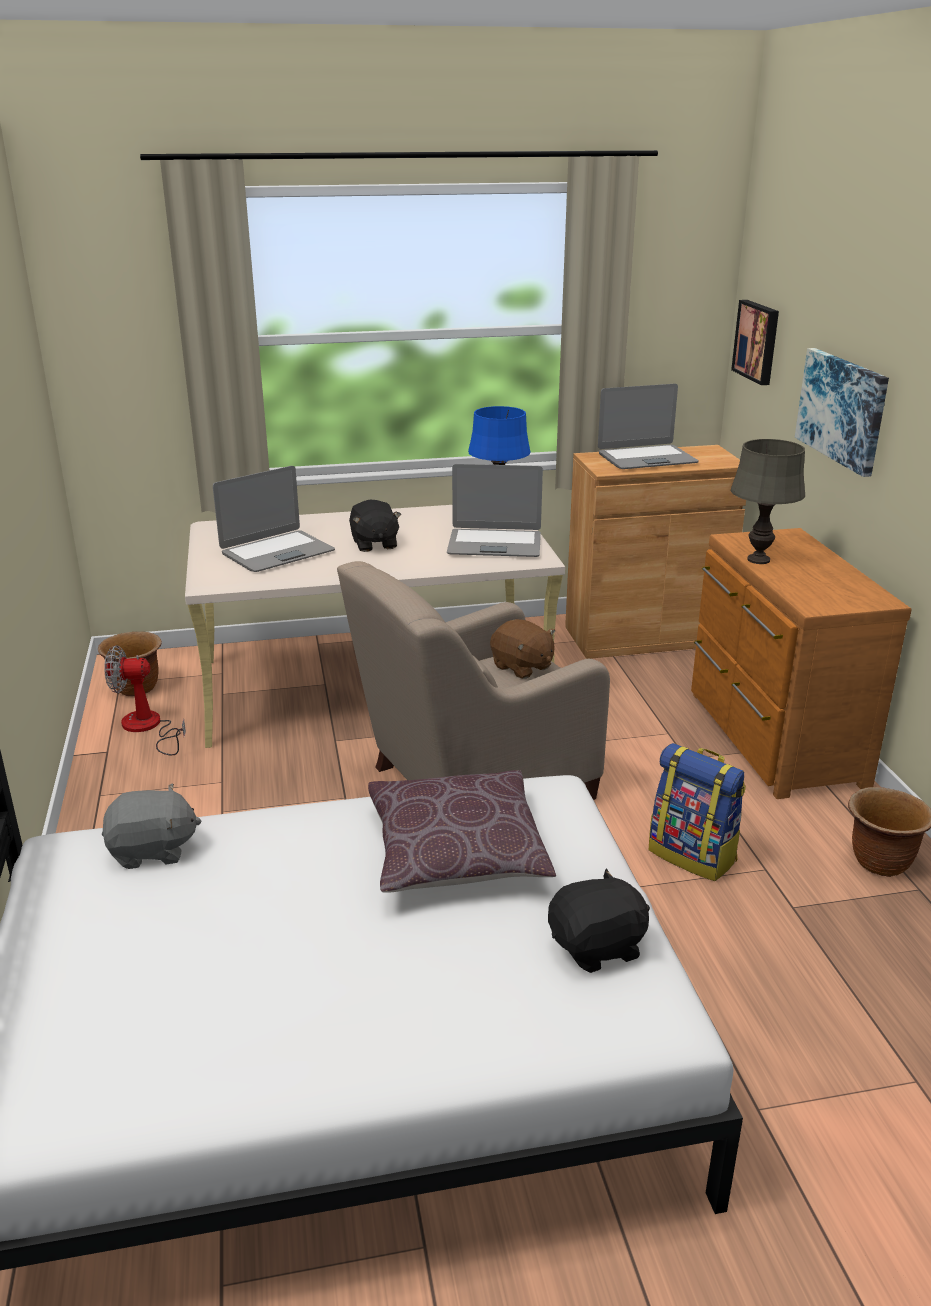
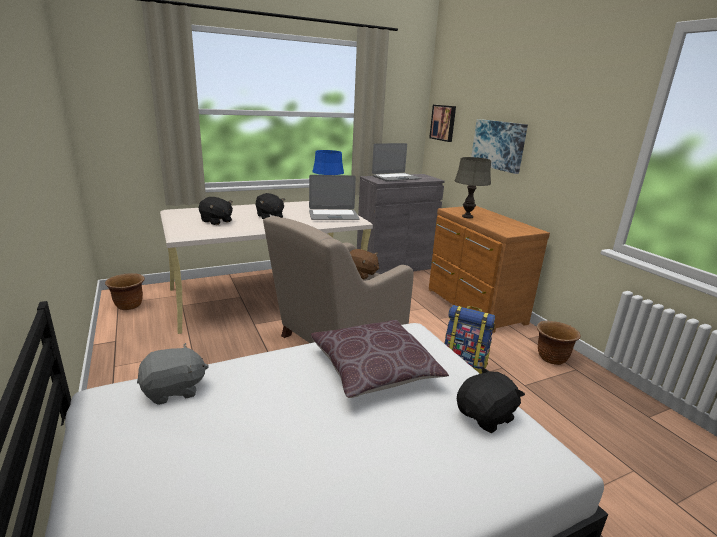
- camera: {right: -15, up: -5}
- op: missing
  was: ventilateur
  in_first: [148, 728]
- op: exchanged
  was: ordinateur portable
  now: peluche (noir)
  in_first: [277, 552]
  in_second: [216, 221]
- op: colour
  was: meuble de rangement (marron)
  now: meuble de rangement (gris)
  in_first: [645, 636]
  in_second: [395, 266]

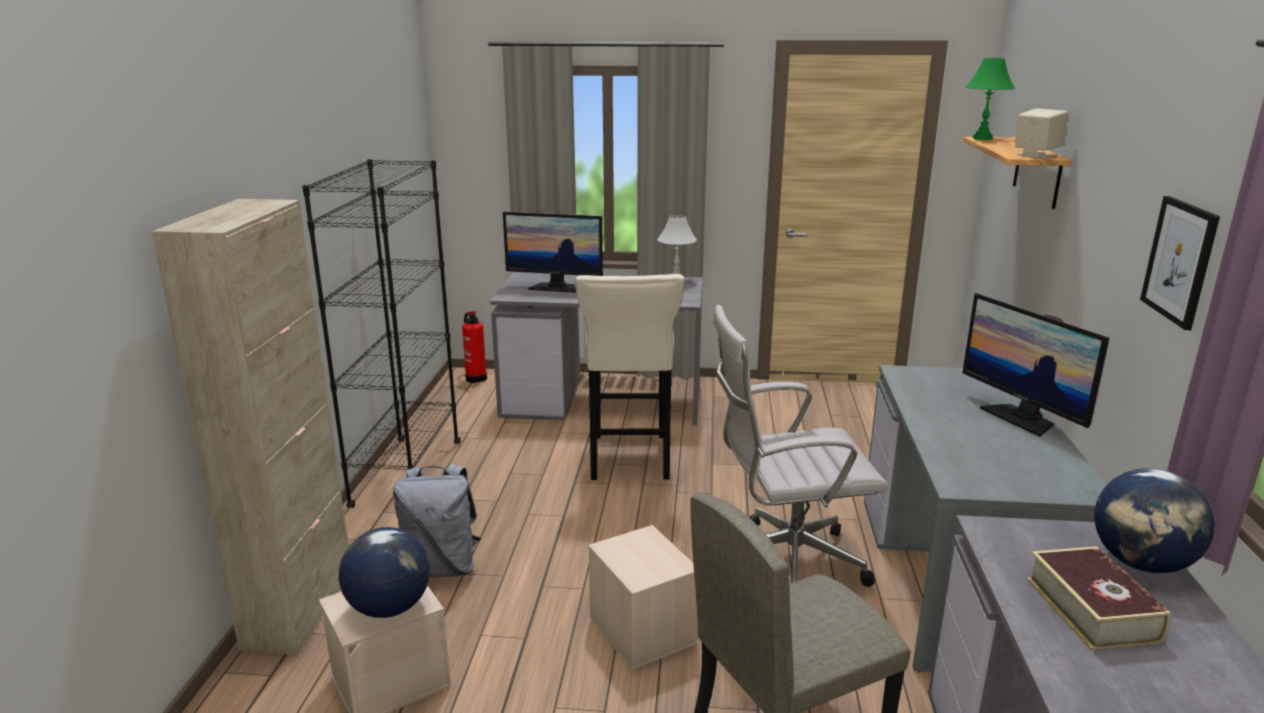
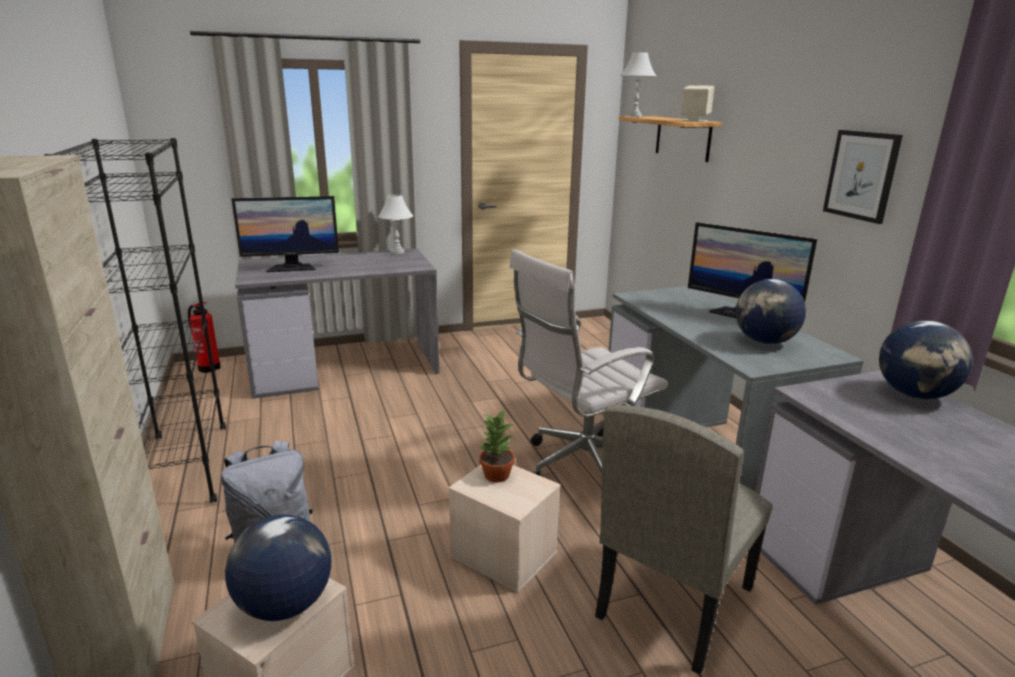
- camera: {right: -25, up: 0}
- op: missing
  was: tabouret (beige)
  in_first: [629, 460]
- op: missing
  was: livre
  in_first: [1091, 609]
- op: appeared
  now: plante en pot
  in_second: [496, 475]
- op: appeared
  now: globe
  in_second: [764, 342]
- op: colour
  was: lampe de table (vert)
  now: lampe de table (blanc)
  in_first: [982, 138]
  in_second: [634, 116]

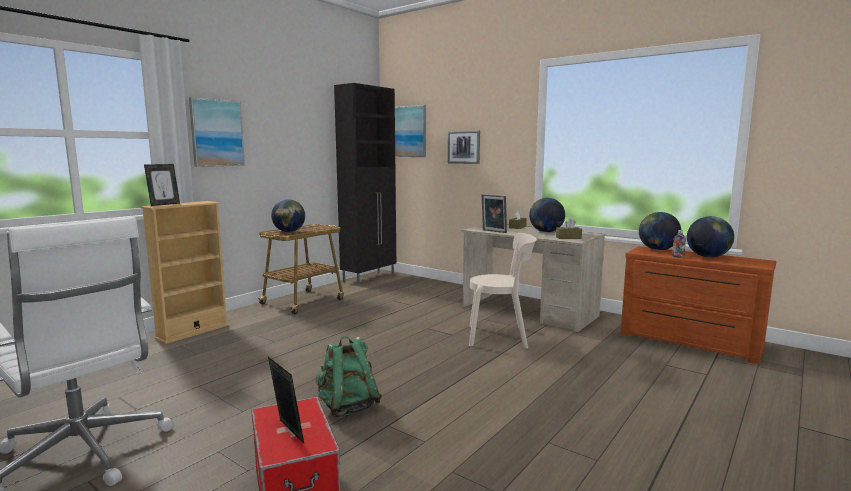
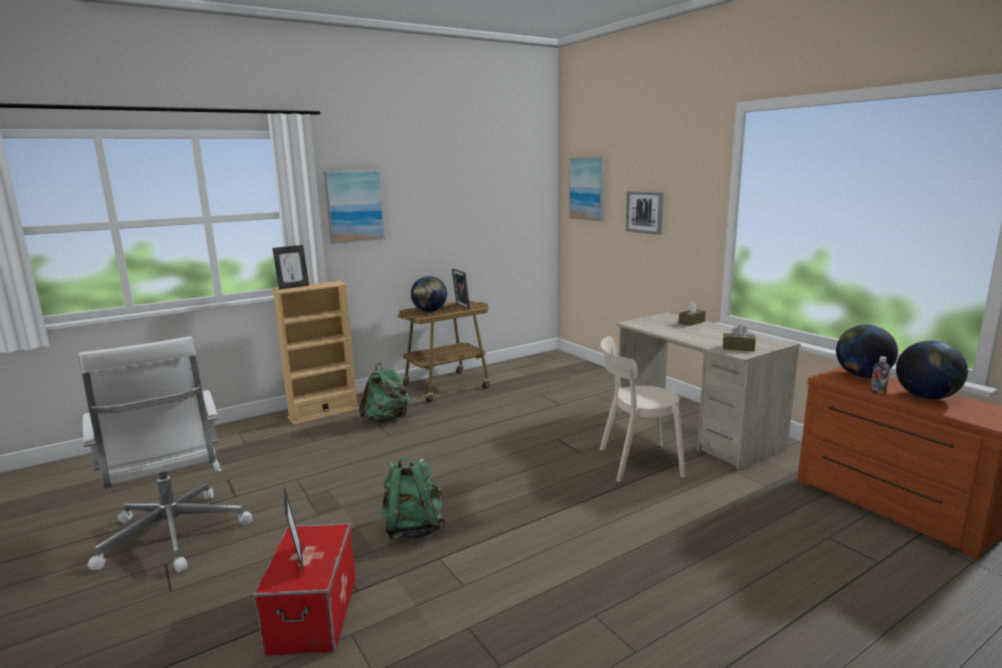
- camera: {right: 20, up: 5}
- op: missing
  was: meuble de rangement (noir)
  in_first: [370, 278]
- op: missing
  was: globe
  in_first: [546, 232]
- op: appeared
  now: sac à dos (vert)
  in_second: [386, 419]
- op: relocated
  was: cadre photo
  in_first: [493, 231]
  in_second: [461, 307]
- op: spun
  was: chaise (beige)
  in_first: [501, 336]
  in_second: [635, 462]
  clockwise: 150

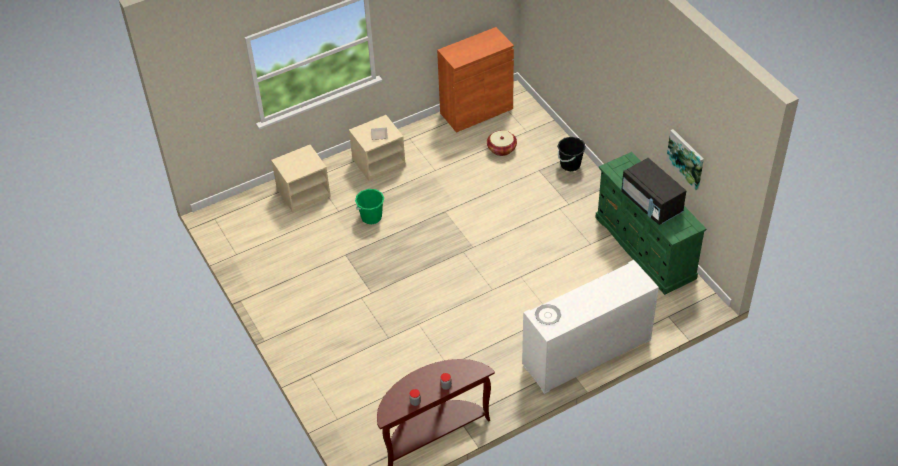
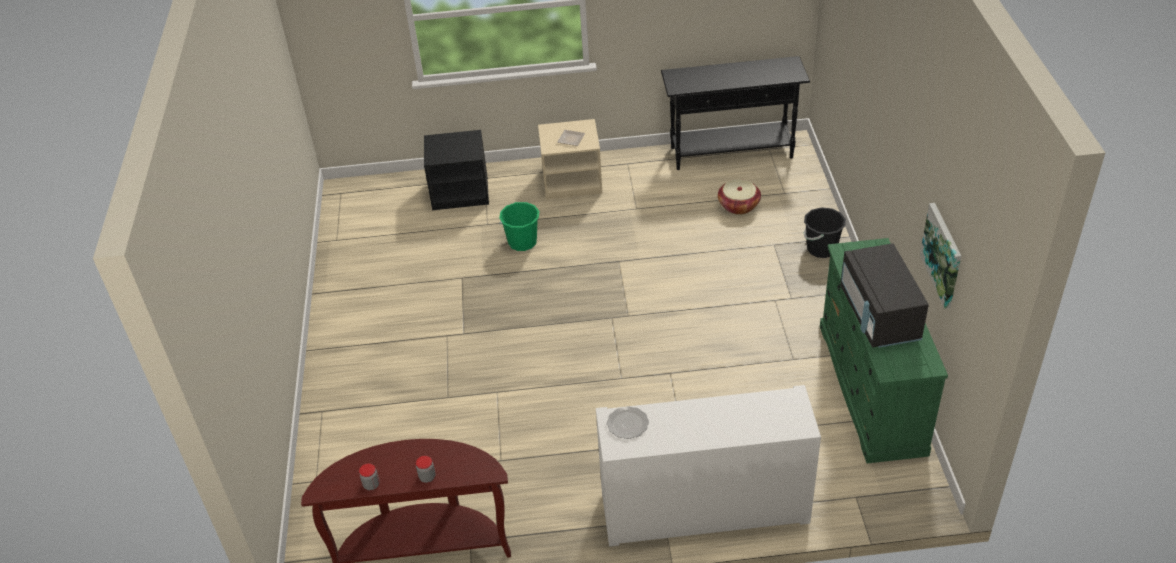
- camera: {right: 25, up: -5}
- op: exchanged
  was: meuble de rangement (orange)
  now: table console (noir)
  in_first: [476, 111]
  in_second: [732, 153]
- op: colour
  was: table de chevet (beige)
  now: table de chevet (noir)
  in_first: [303, 192]
  in_second: [460, 192]

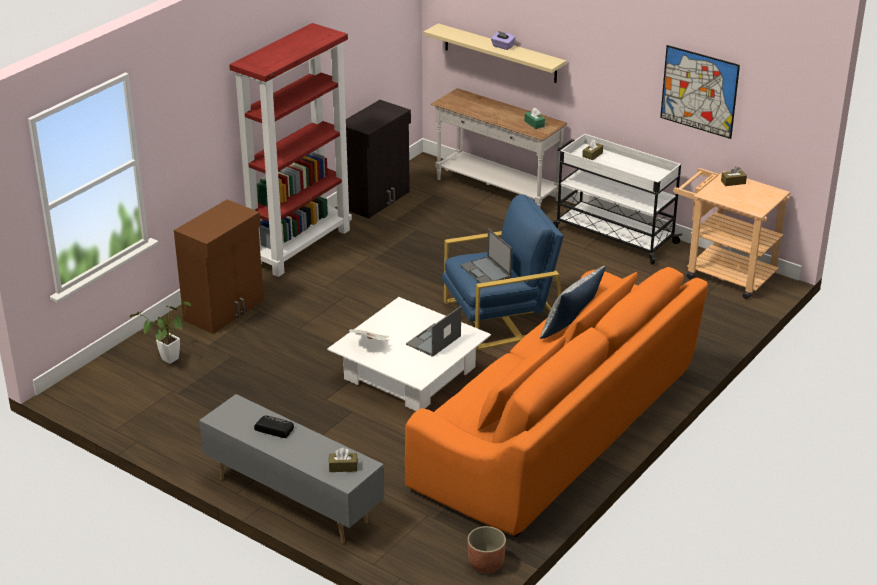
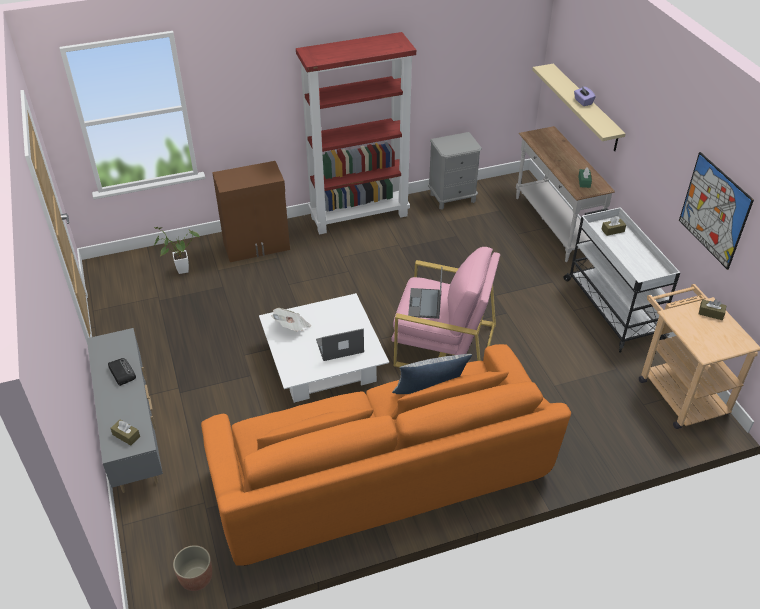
- camera: {right: 35, up: 10}
- op: exchanged
  was: meuble de rangement (noir)
  now: table de chevet (gris)
  in_first: [376, 200]
  in_second: [453, 198]
- op: colour
  was: fauteuil (bleu)
  now: fauteuil (rose)
  in_first: [502, 316]
  in_second: [444, 344]

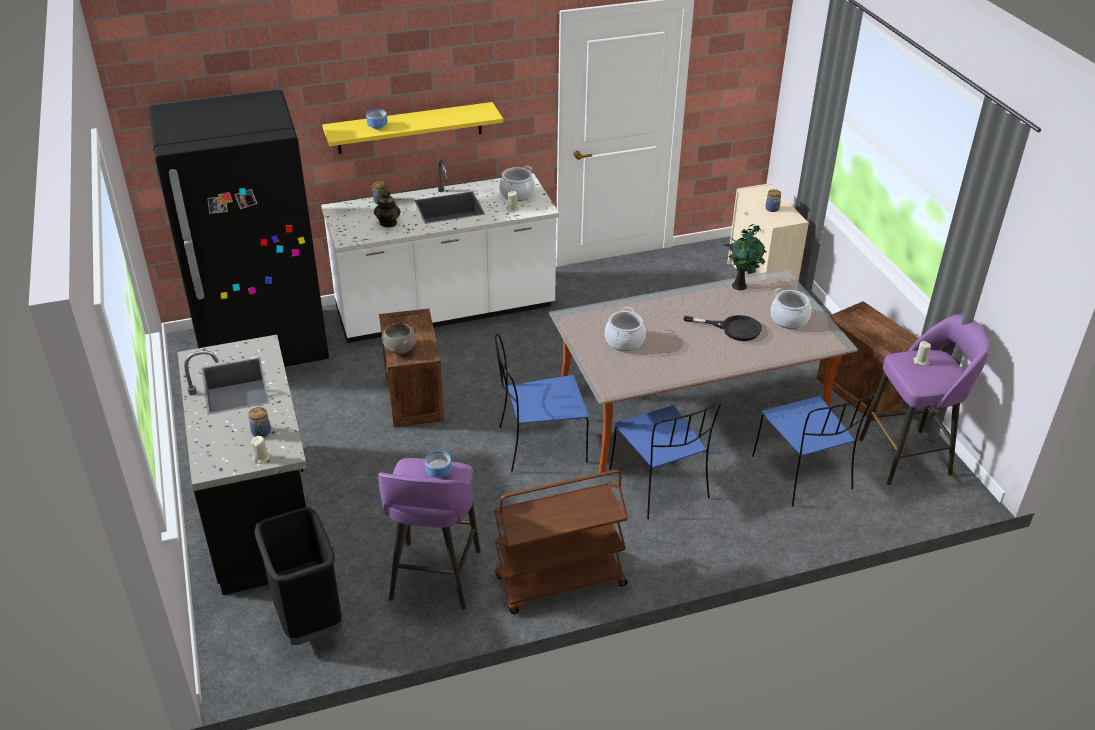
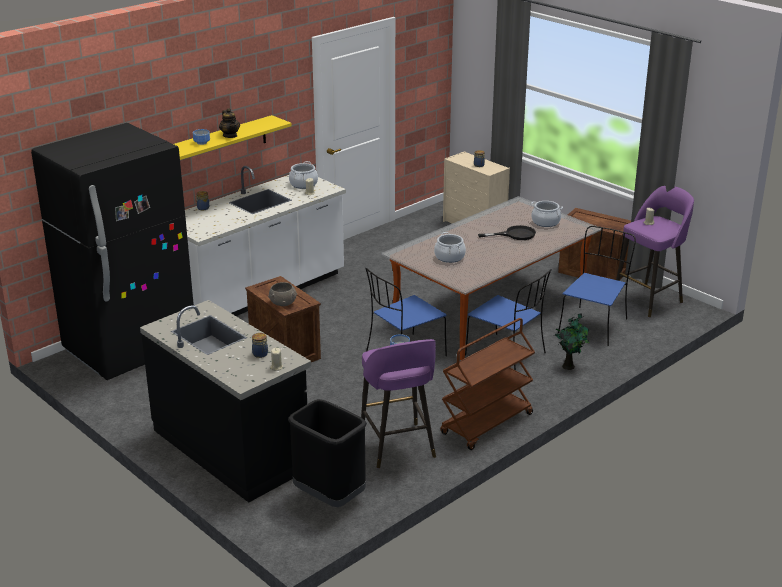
- camera: {right: -25, up: -10}
- op: relocated
  was: théière
  in_first: [388, 223]
  in_second: [230, 135]
- op: relocated
  was: plante en pot
  in_first: [740, 286]
  in_second: [569, 366]
- op: spun
  was: chaise (bleu)
  in_first: [803, 474]
  in_second: [593, 325]
  clockwise: -105

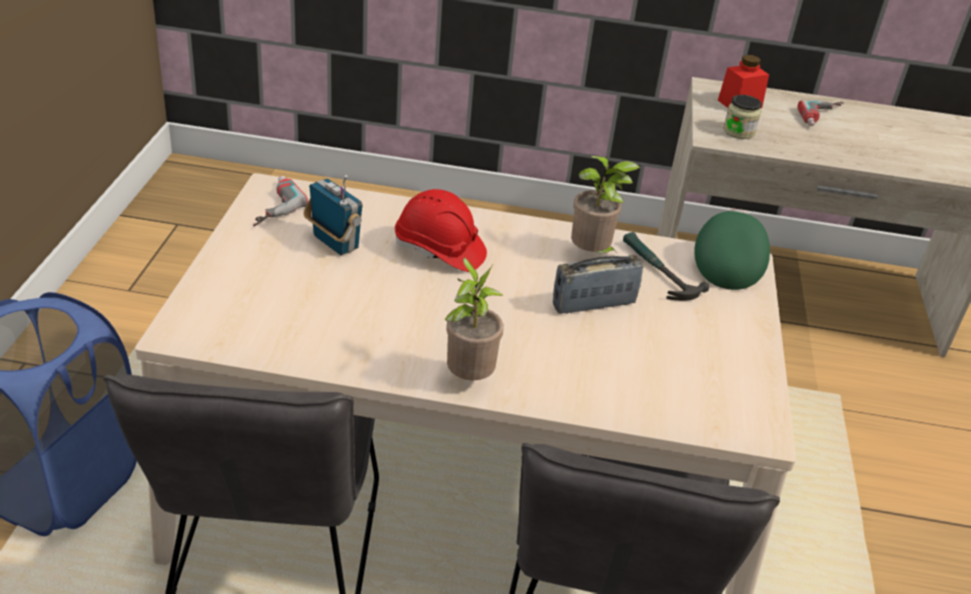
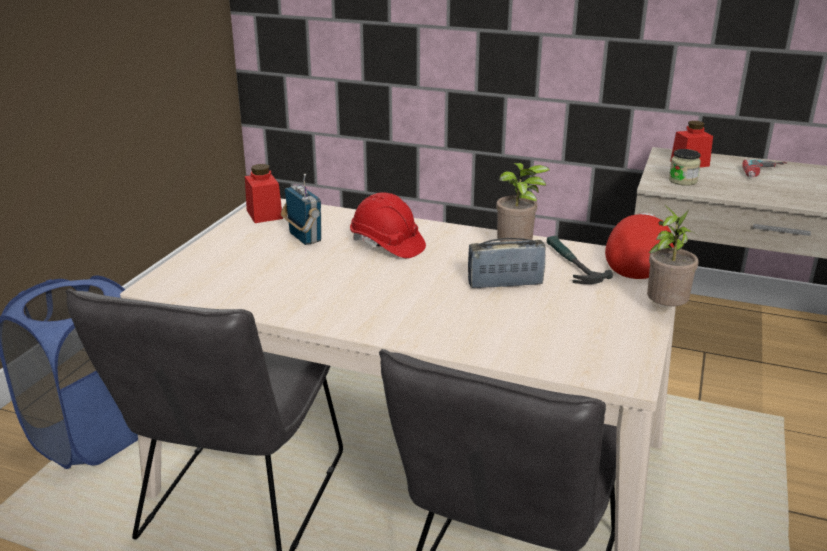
- camera: {right: 15, up: -10}
- op: relocated
  was: plante en pot
  in_first: [468, 377]
  in_second: [664, 310]
- op: exchanged
  was: perceuse
  now: bocal (rouge)
  in_first: [270, 205]
  in_second: [264, 214]
- op: colour
  was: casquette (vert)
  now: casquette (rouge)
  in_first: [726, 263]
  in_second: [637, 261]

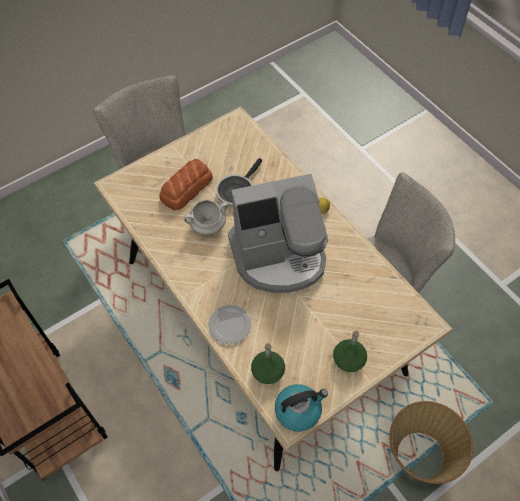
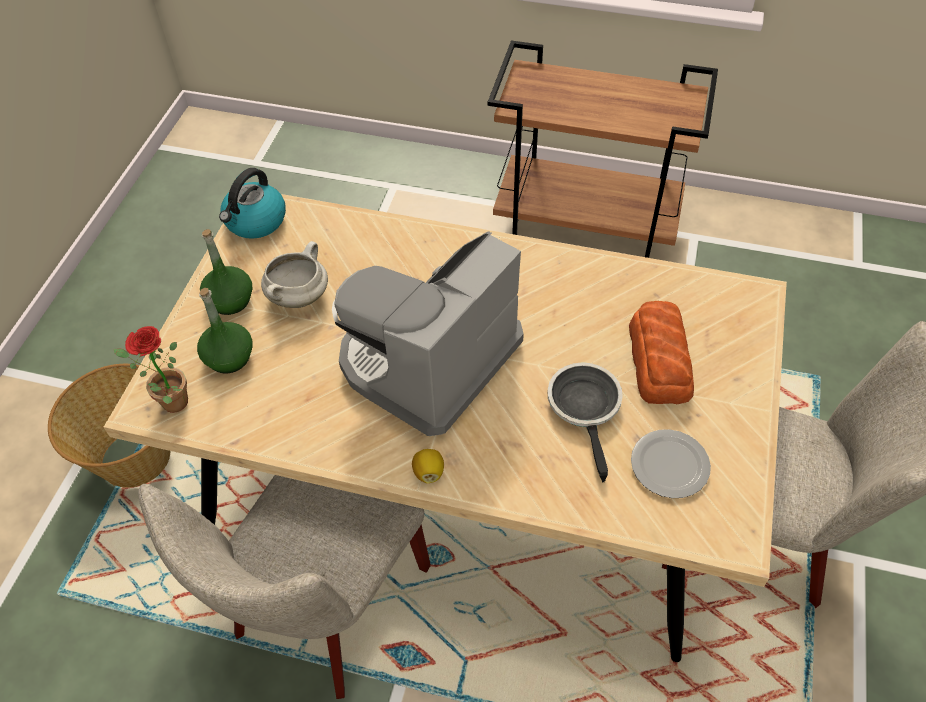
- camera: {right: 140, up: -5}
- op: appeared
  now: plante en pot
  in_second: [169, 402]
- op: relocated
  was: marmite (blanc)
  in_first: [207, 226]
  in_second: [298, 296]
- op: relocated
  was: assiette
  in_first: [230, 325]
  in_second: [668, 466]
- op: relocated
  was: bouteille (vert)
  in_first: [268, 371]
  in_second: [229, 358]

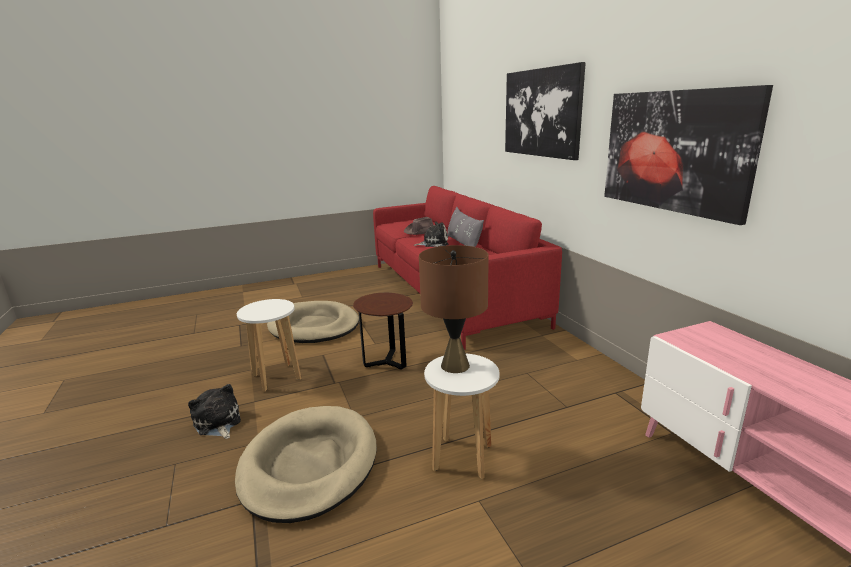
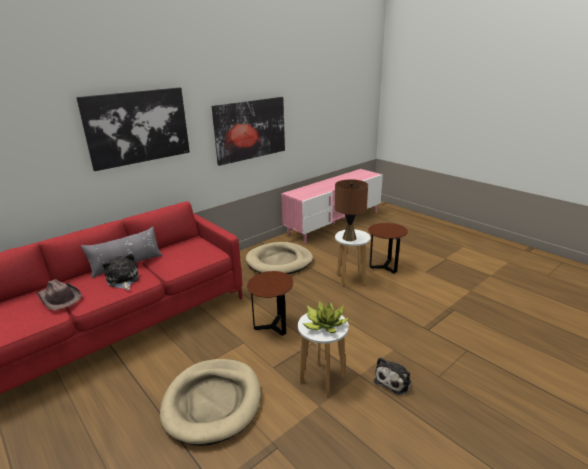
- camera: {right: -110, up: 5}
- op: appeared
  now: plante en pot
  in_second: [324, 325]
- op: appeared
  now: table d'appoint (marron)
  in_second: [384, 267]
- op: relocated
  was: panier pour chien (beige)
  in_first: [309, 465]
  in_second: [279, 262]

